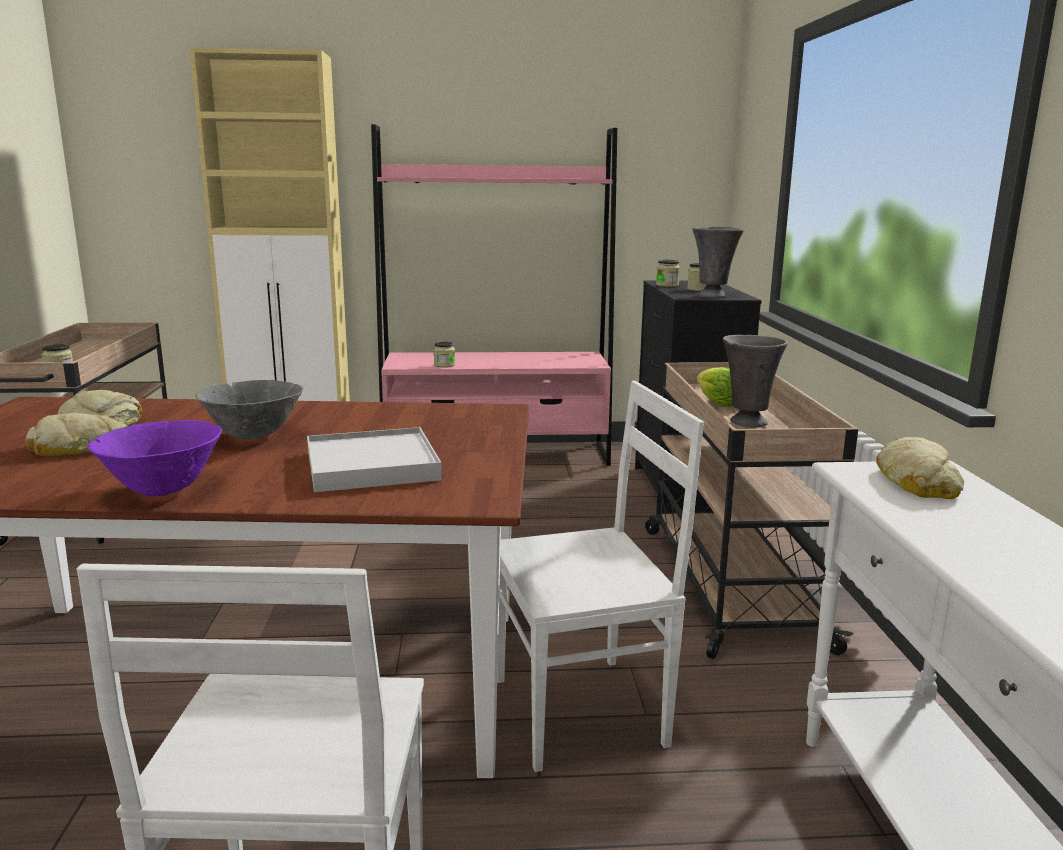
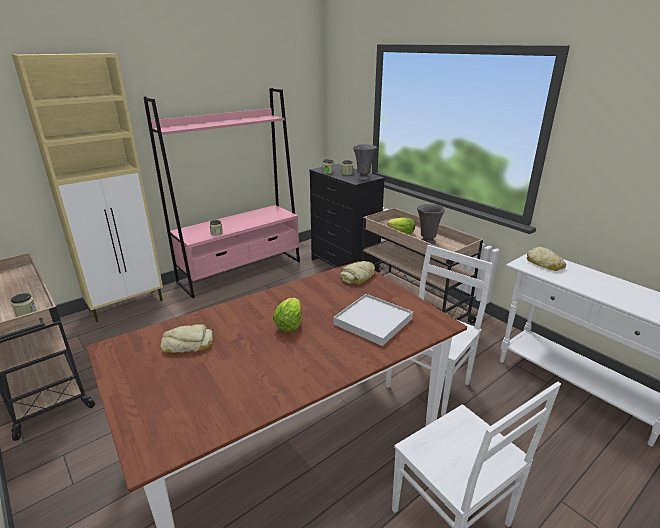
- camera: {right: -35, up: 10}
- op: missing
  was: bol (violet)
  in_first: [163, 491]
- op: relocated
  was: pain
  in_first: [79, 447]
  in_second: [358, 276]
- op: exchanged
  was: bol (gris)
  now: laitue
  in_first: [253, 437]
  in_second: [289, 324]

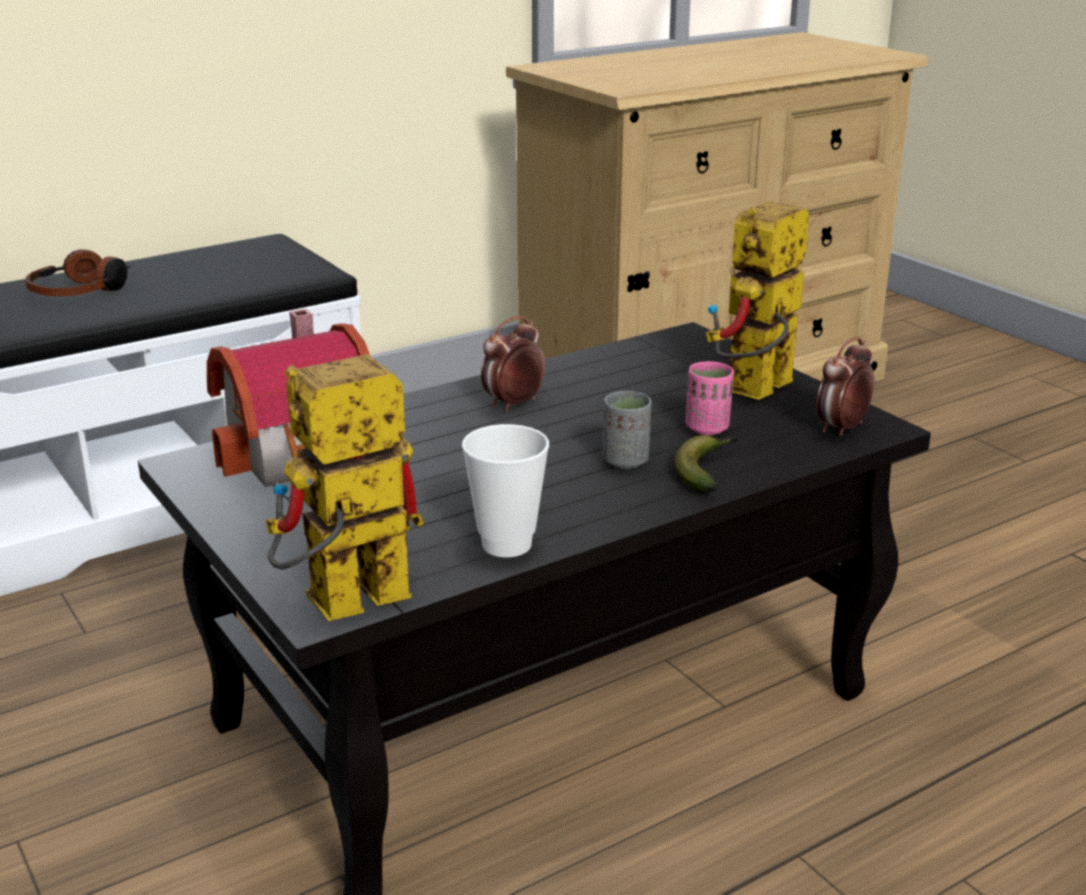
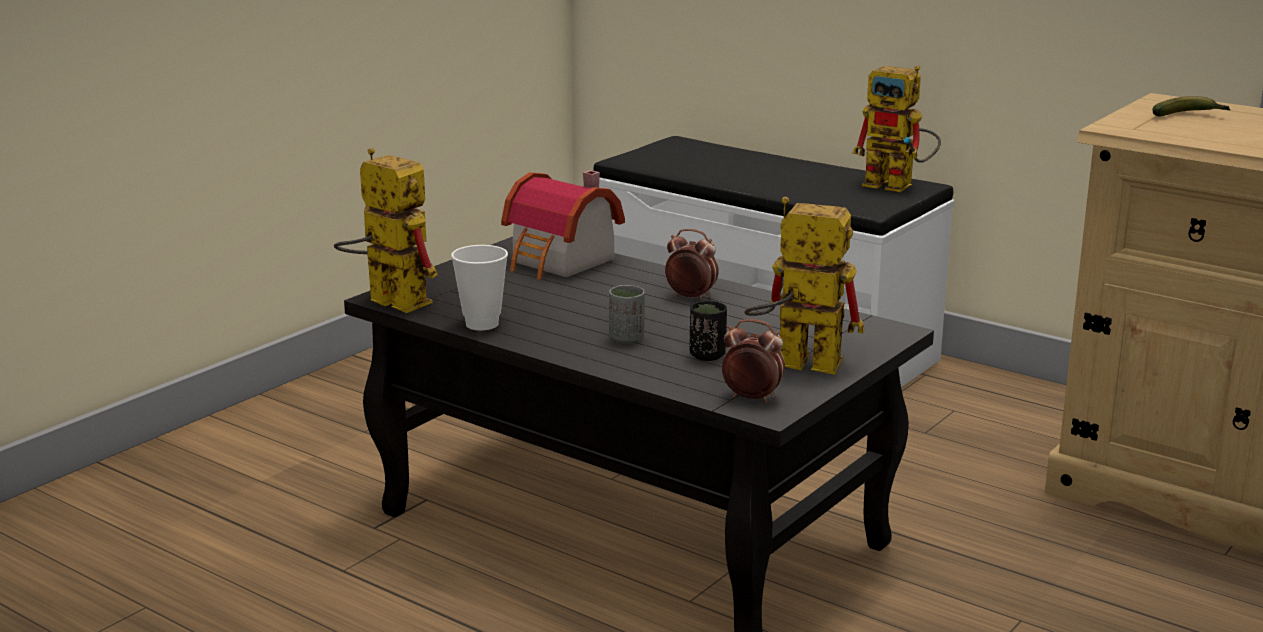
- camera: {right: 70, up: -5}
- op: missing
  was: casque audio
  in_first: [81, 291]
- op: appeared
  now: robot jouet
  in_second: [899, 186]
- op: relocated
  was: banane
  in_first: [707, 471]
  in_second: [1189, 116]
- op: colour
  was: tasse (rose)
  now: tasse (noir)
  in_first: [707, 428]
  in_second: [707, 355]

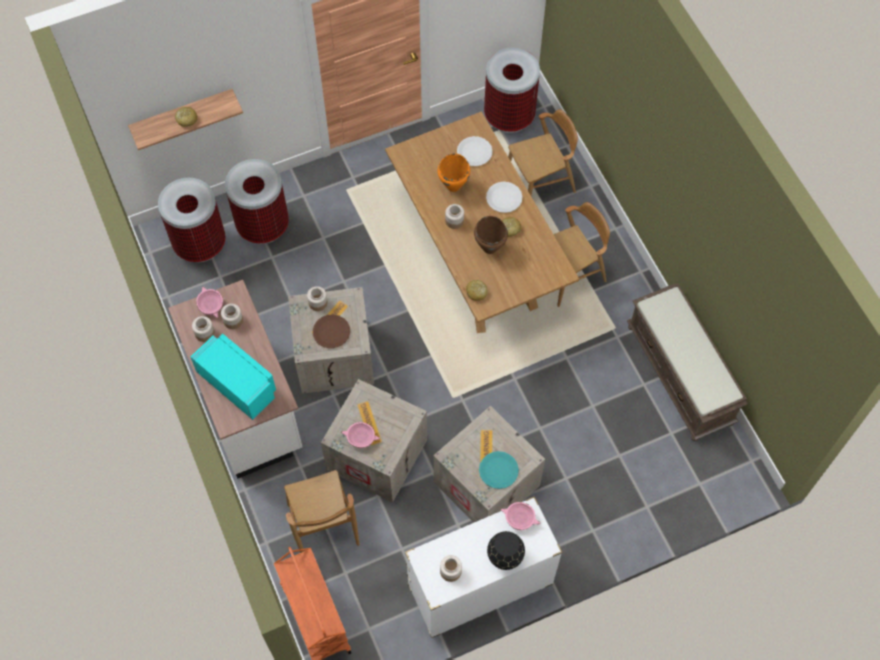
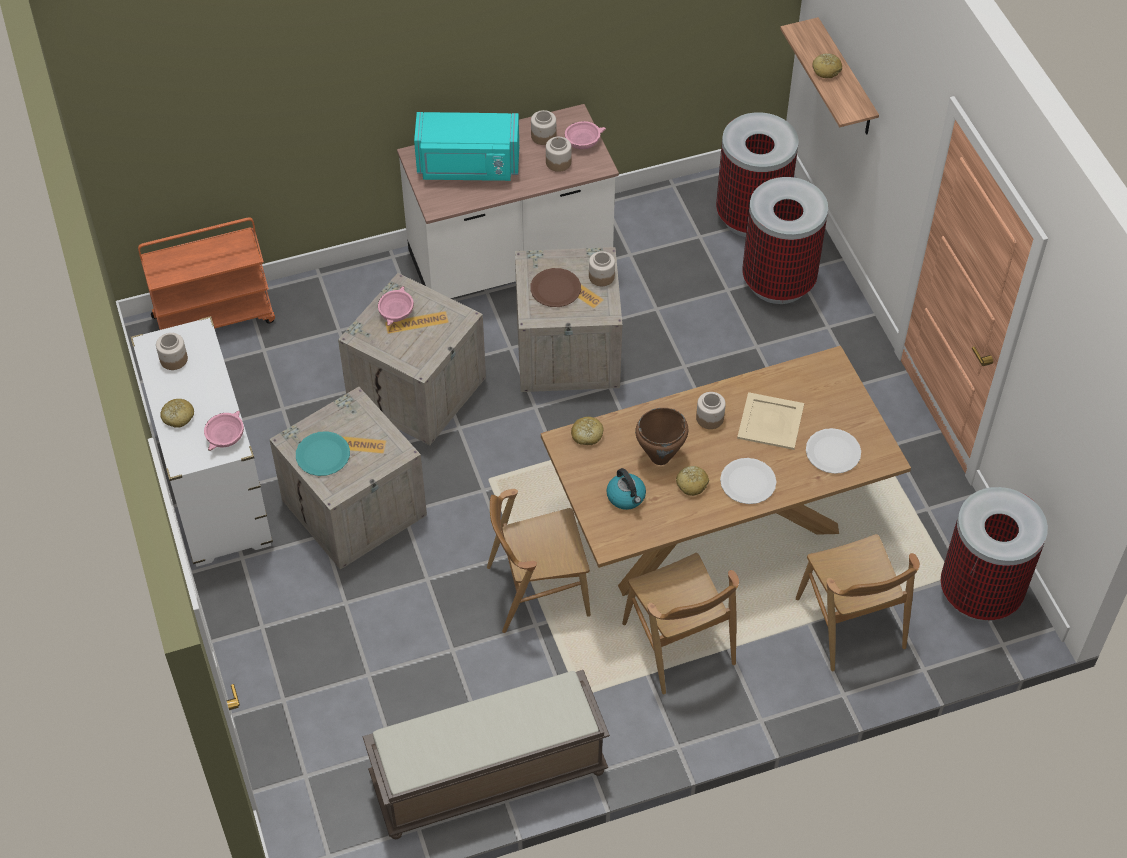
- camera: {right: 95, up: -10}
- op: appeared
  now: bouilloire
  in_second: [626, 497]
- op: relocated
  was: chaise (marron)
  in_first: [323, 525]
  in_second: [537, 590]
- op: exchanged
  was: marmite (orange)
  now: plateau (beige)
  in_first: [453, 186]
  in_second: [771, 422]
- op: exchanged
  was: vase (noir)
  now: pain
  in_first: [505, 557]
  in_second: [178, 417]
- op: spun
  was: micro-ondes (turquoise)
  in_first: [239, 383]
  in_second: [468, 166]
  clockwise: 45

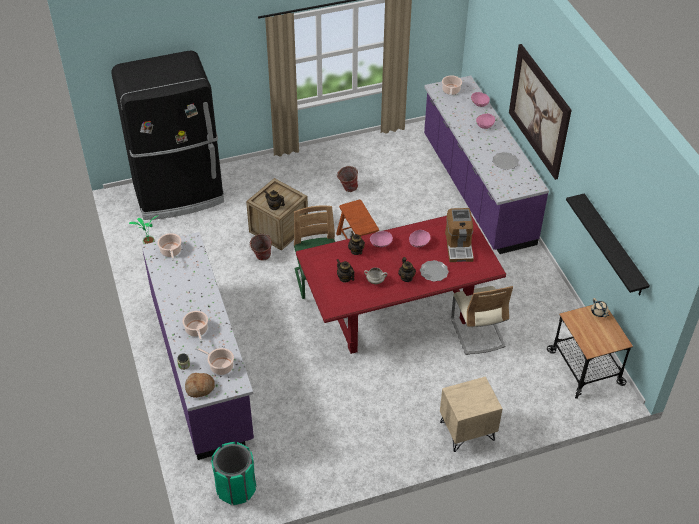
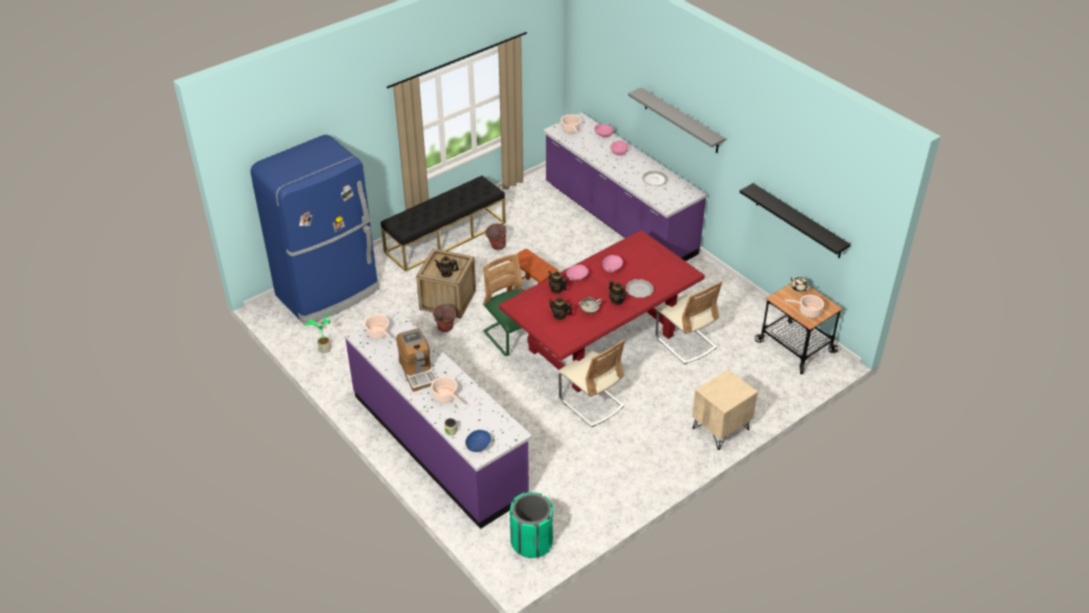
- camera: {right: -20, up: -5}
- op: appeared
  now: banc (noir)
  in_second: [445, 237]
- op: appeared
  now: chaise (beige)
  in_second: [591, 403]
- op: relocated
  was: marmite
  in_first: [220, 366]
  in_second: [808, 312]
- op: relocated
  was: machine à café
  in_first: [458, 246]
  in_second: [418, 372]
- op: exchanged
  was: pain
  now: bol (bleu)
  in_first: [200, 388]
  in_second: [478, 447]
- op: exchanged
  was: tableau
  now: étagère (gris)
  in_first: [539, 111]
  in_second: [681, 121]
- op: colour
  was: réfrigérateur (noir)
  now: réfrigérateur (bleu)
  in_first: [179, 194]
  in_second: [329, 293]

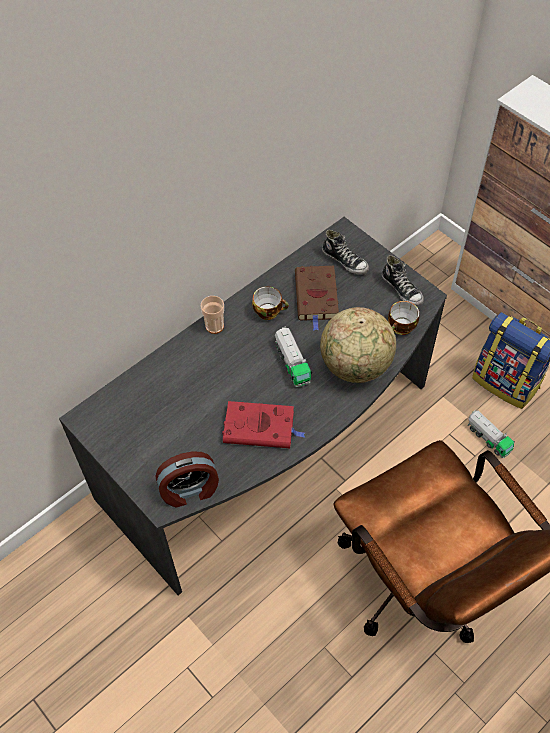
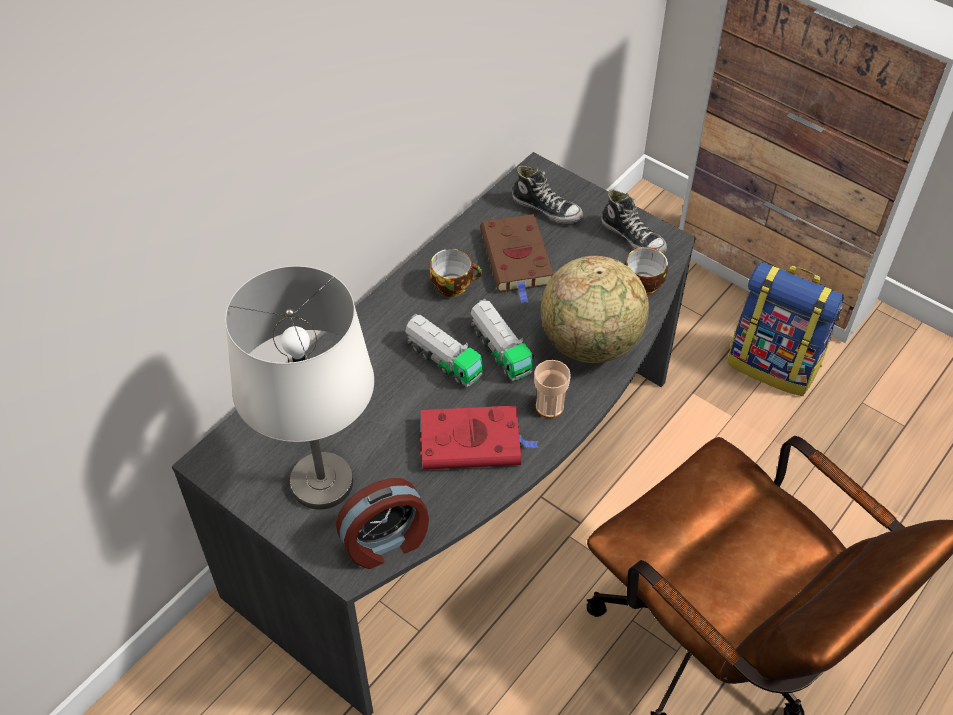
- camera: {right: -10, up: -5}
- op: appeared
  now: lampe de table (blanc)
  in_second: [323, 482]
- op: relocated
  was: tasse
  in_first: [214, 326]
  in_second: [549, 407]
- op: relocated
  was: camion jouet
  in_first: [488, 438]
  in_second: [443, 360]

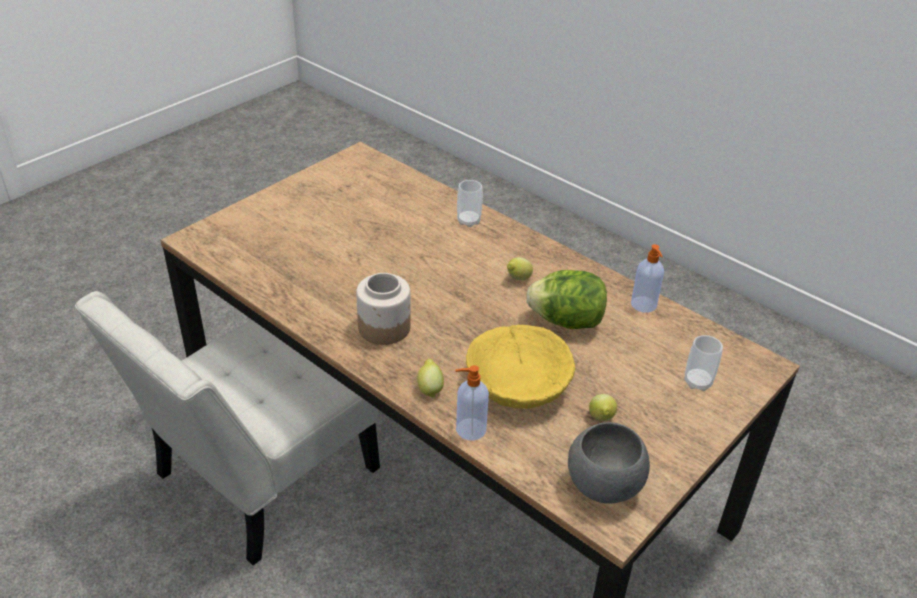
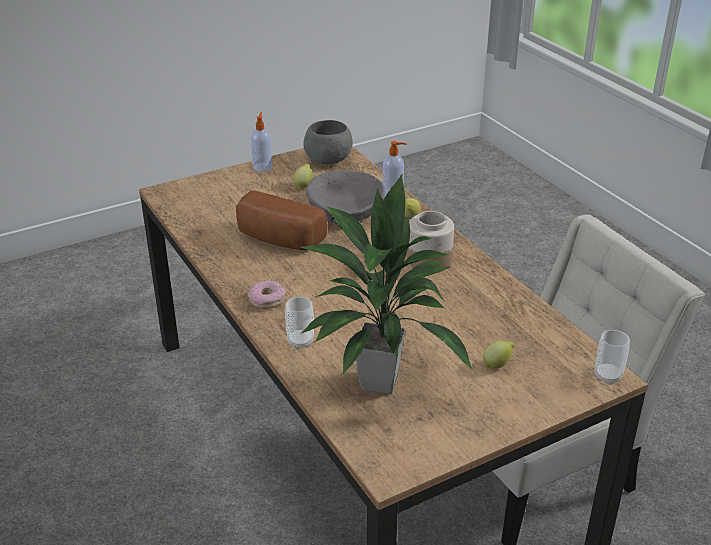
- camera: {right: -160, up: -5}
- op: appeared
  now: beignet
  in_second: [267, 300]
- op: appeared
  now: plante en pot
  in_second: [378, 383]
- op: relocated
  was: citron
  in_first: [518, 279]
  in_second: [497, 364]
- op: relocated
  was: distributeur de savon
  in_first: [644, 305]
  in_second: [262, 167]
- op: relocated
  was: tasse
  in_first: [697, 382]
  in_second: [607, 376]
- op: exchanged
  was: laitue
  now: pain
  in_first: [566, 321]
  in_second: [277, 239]
- op: colour
  was: bol (jaune)
  now: bol (gris)
  in_first: [518, 383]
  in_second: [345, 210]

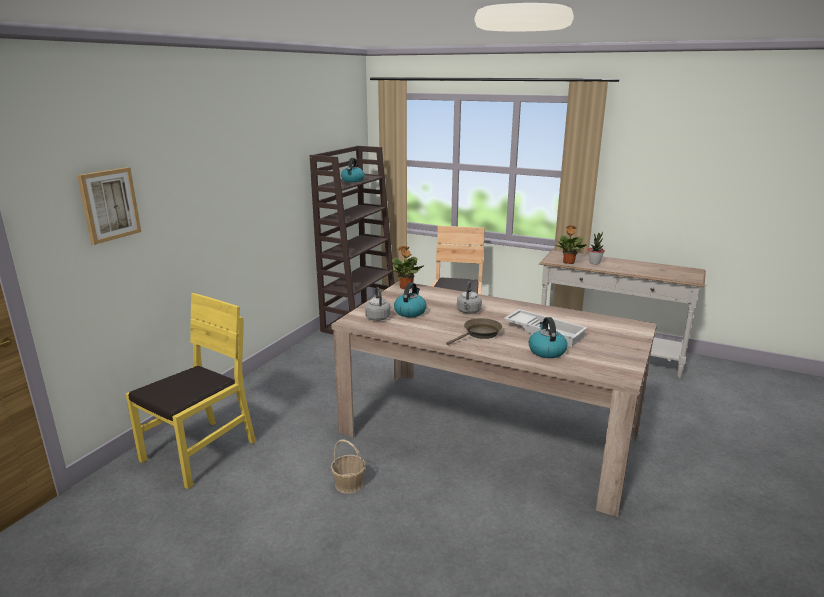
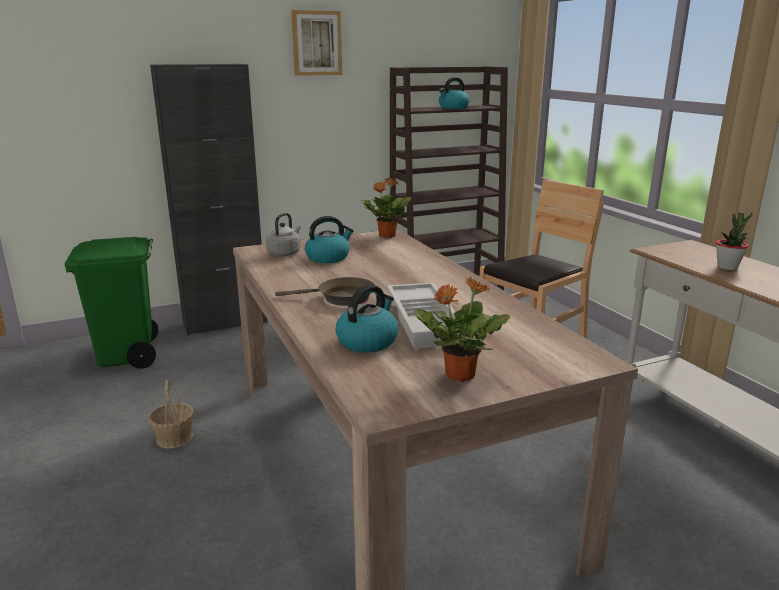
- camera: {right: 40, up: 0}
- op: missing
  was: bouilloire (gris)
  in_first: [468, 311]
- op: appeared
  now: meuble de rangement (noir)
  in_second: [225, 322]
- op: relocated
  was: tableau
  in_first: [109, 204]
  in_second: [316, 43]
- op: relocated
  was: plante en pot
  in_first: [568, 262]
  in_second: [458, 375]
- op: exchanged
  was: chaise (jaune)
  now: poubelle (vert)
  in_first: [199, 452]
  in_second: [128, 356]

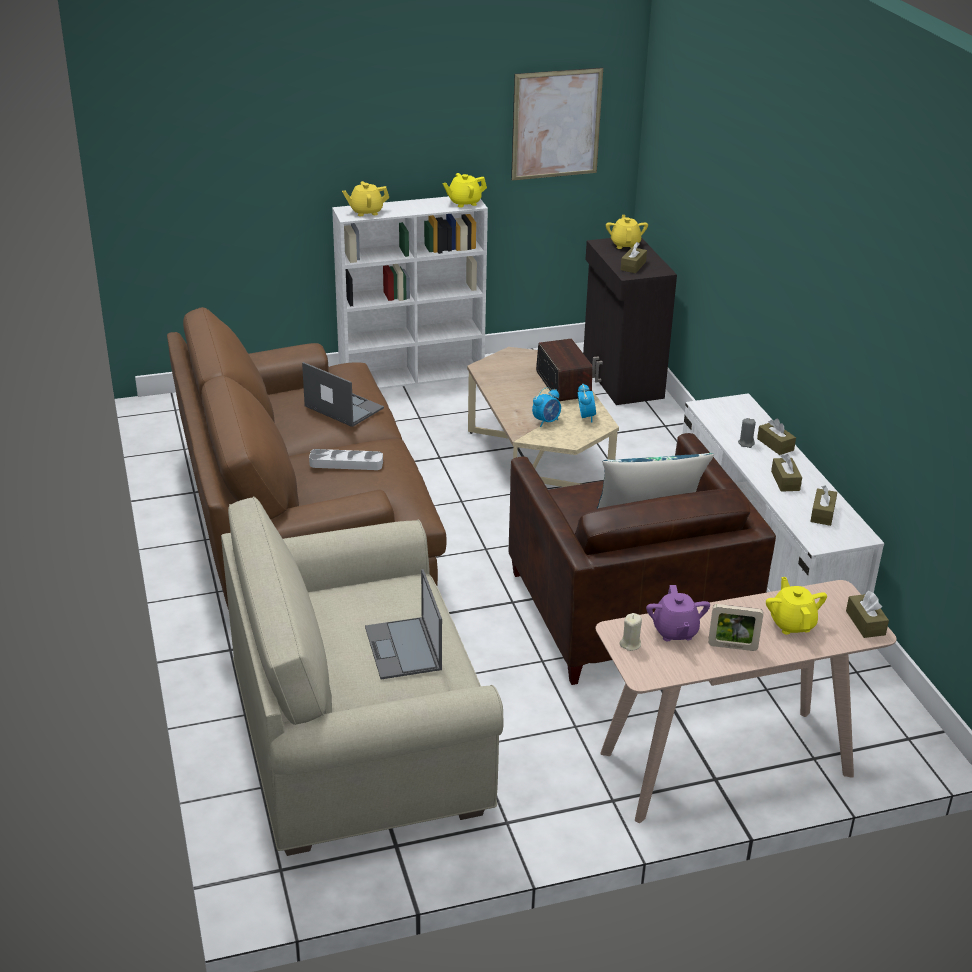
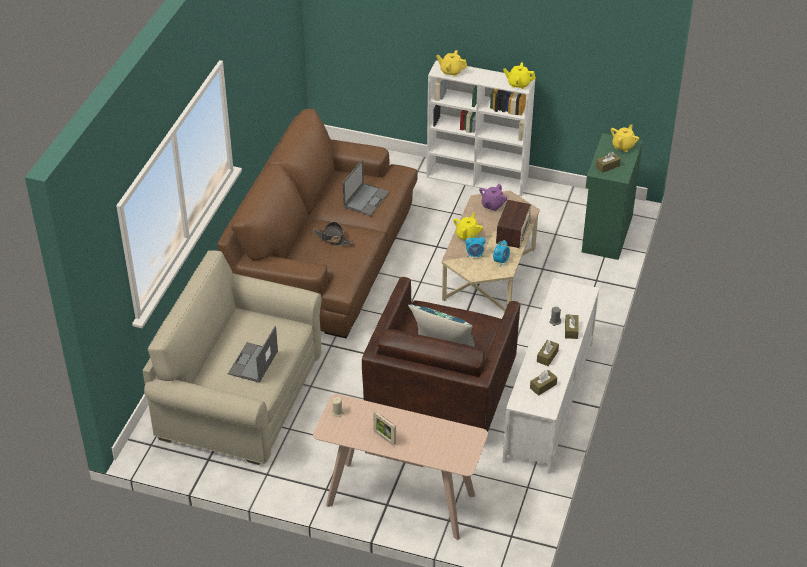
- camera: {right: 35, up: 10}
- op: missing
  was: tableau
  in_first: [556, 124]
- op: missing
  was: boîte à mouchoirs (marron)
  in_first: [865, 623]
- op: relocated
  was: théière (violet)
  in_first: [675, 631]
  in_second: [492, 205]
- op: relocated
  was: théière (jaune)
  in_first: [792, 623]
  in_second: [467, 235]
- op: exchanged
  was: plateau (gris)
  now: chapeau (noir)
  in_first: [346, 463]
  in_second: [332, 239]
- op: colour
  was: meuble de rangement (noir)
  now: meuble de rangement (vert)
  in_first: [621, 379]
  in_second: [605, 234]
- op: spun
  was: ordinateur portable
  in_first: [343, 407]
  in_second: [366, 199]
  clockwise: 45

